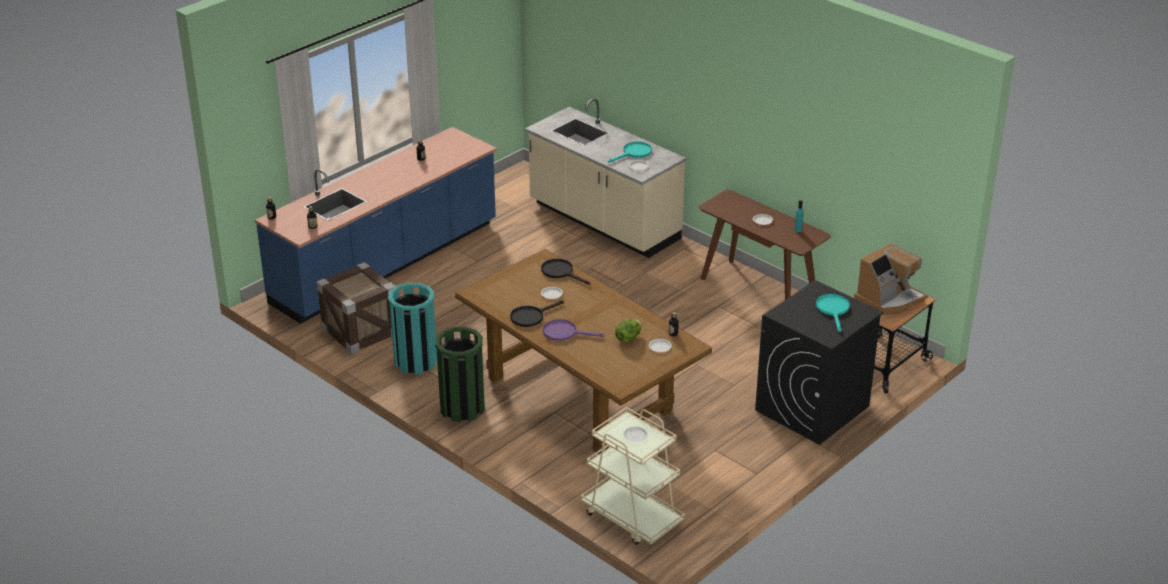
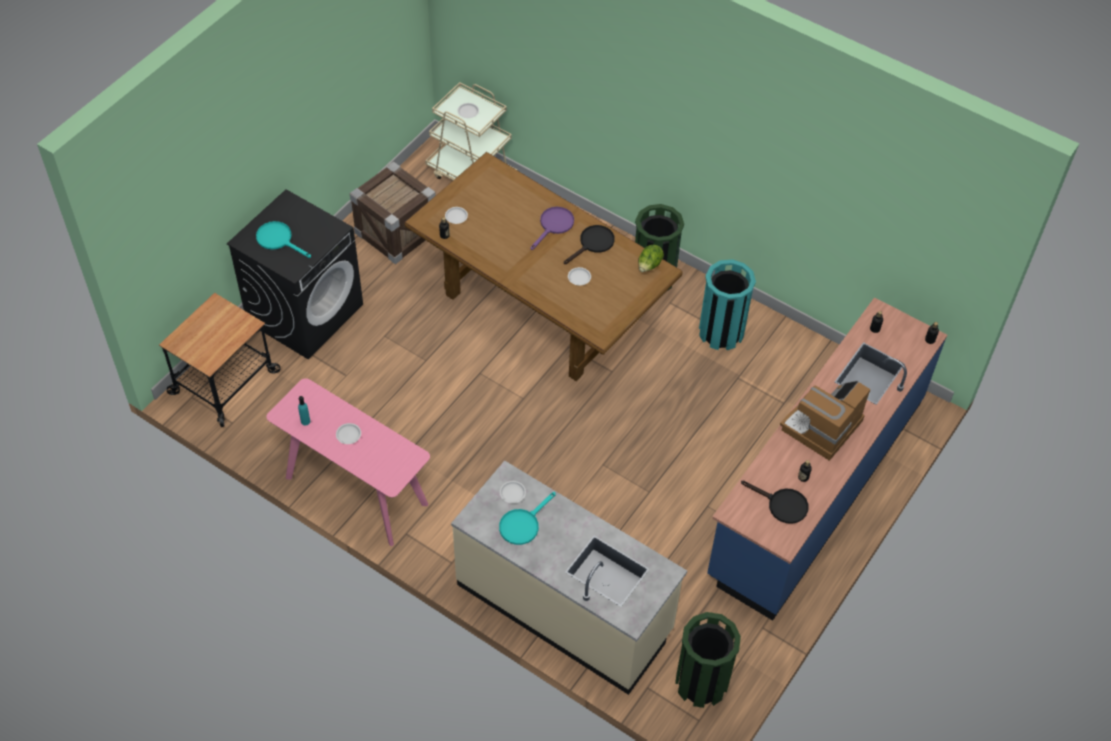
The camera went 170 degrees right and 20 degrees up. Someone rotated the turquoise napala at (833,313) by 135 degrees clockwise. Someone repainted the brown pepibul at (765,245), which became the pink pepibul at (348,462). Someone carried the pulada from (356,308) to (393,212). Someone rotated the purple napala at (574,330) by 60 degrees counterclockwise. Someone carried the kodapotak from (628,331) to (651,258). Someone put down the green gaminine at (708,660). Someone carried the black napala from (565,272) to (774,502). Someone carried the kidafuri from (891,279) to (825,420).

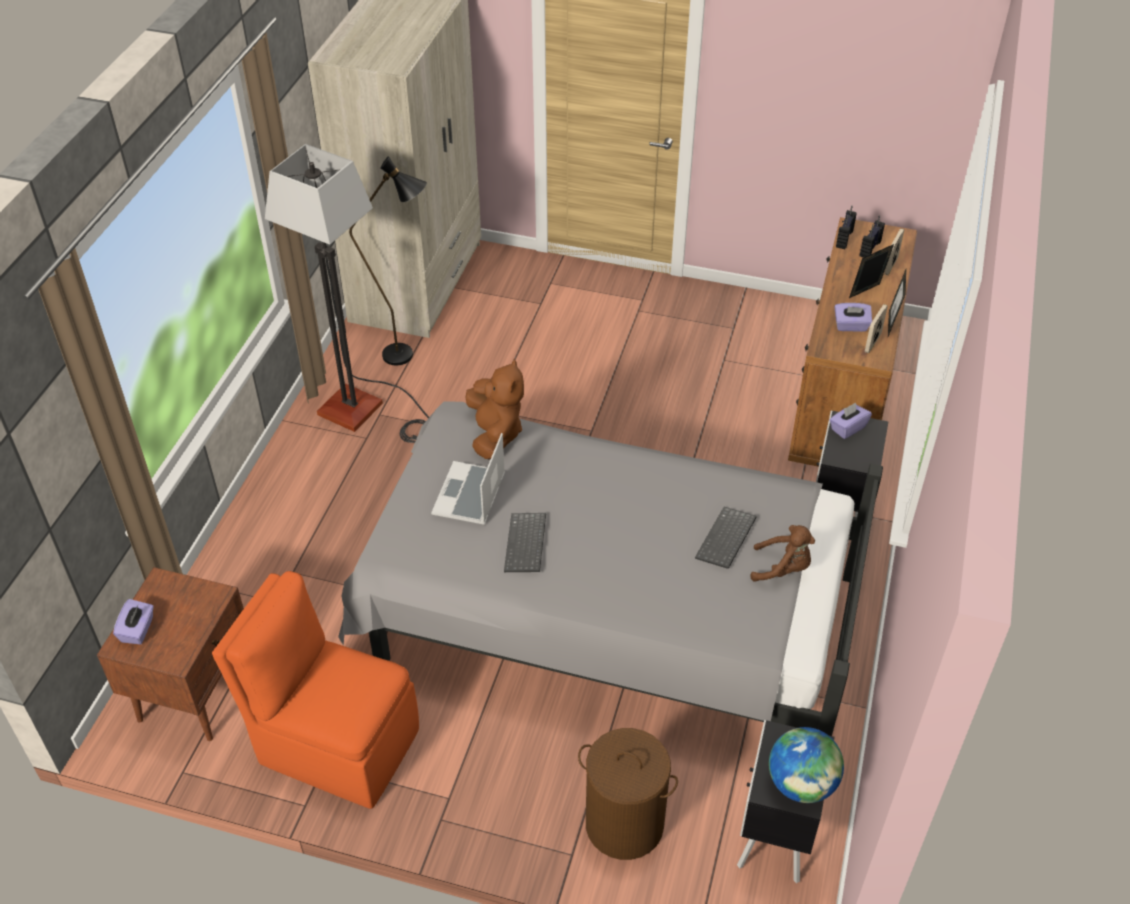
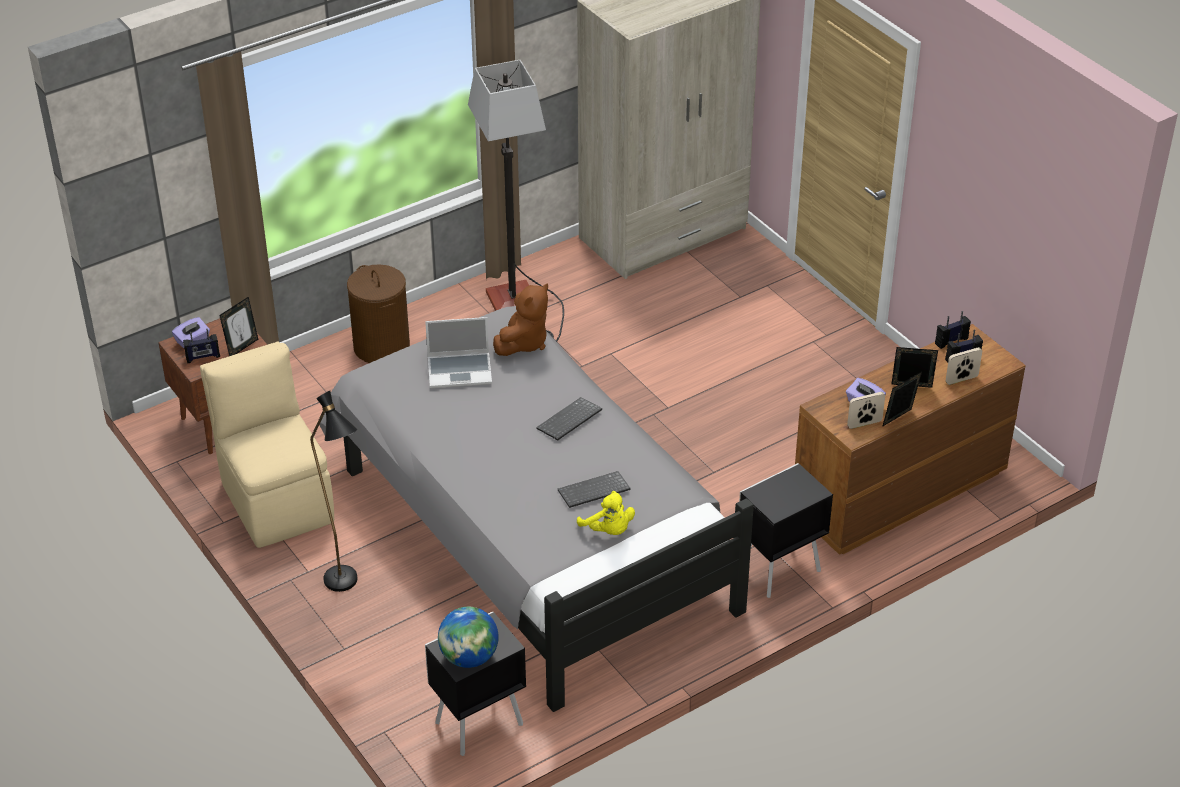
The camera went 40 degrees right and 5 degrees down. Someone put down the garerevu at (201,346). Someone repainted the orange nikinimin at (315,690), which became the beige nikinimin at (267,445). Someone put down the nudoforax at (238,326). Someone carried the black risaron from (388,260) to (333,491). Someone carried the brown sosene from (628,794) to (378,313). Someone rotated the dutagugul at (468,479) by 150 degrees counterclockwise. Someone carried the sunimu from (525,542) to (569,418). Someone repainted the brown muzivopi at (782,553), which became the yellow muzivopi at (606,513). Someone took away the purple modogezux at (851,421).

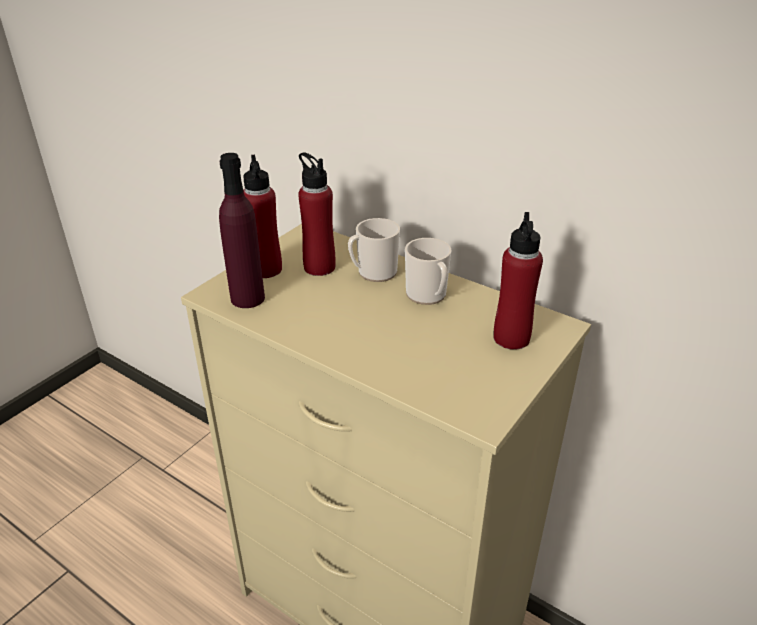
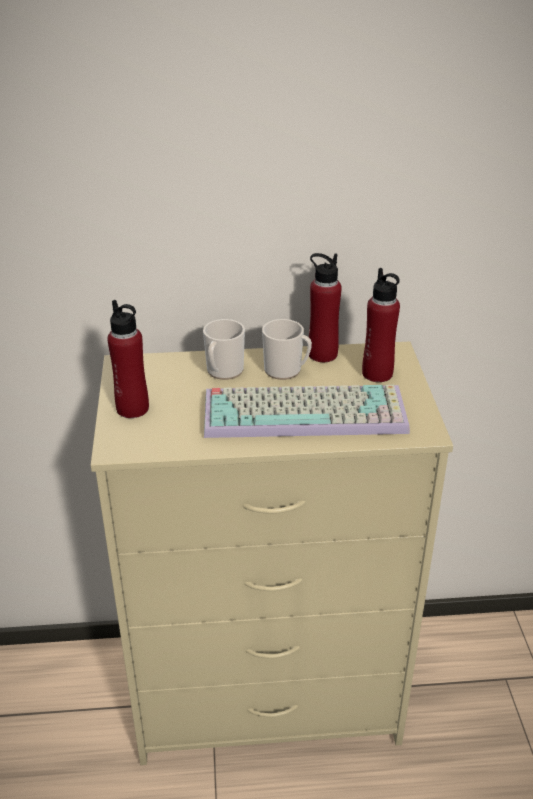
The camera went 40 degrees left and 0 degrees up. Someone put down the sunimu at (307,411). Someone carried the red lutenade from (317,214) to (325,307). Someone took away the purple lutenade at (242,230).

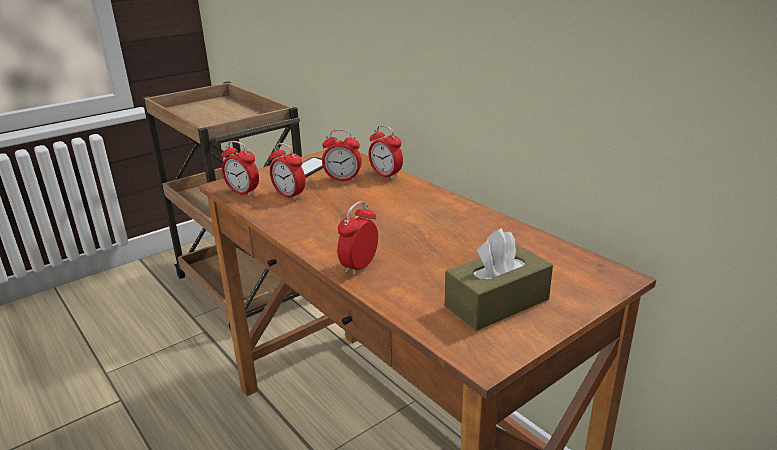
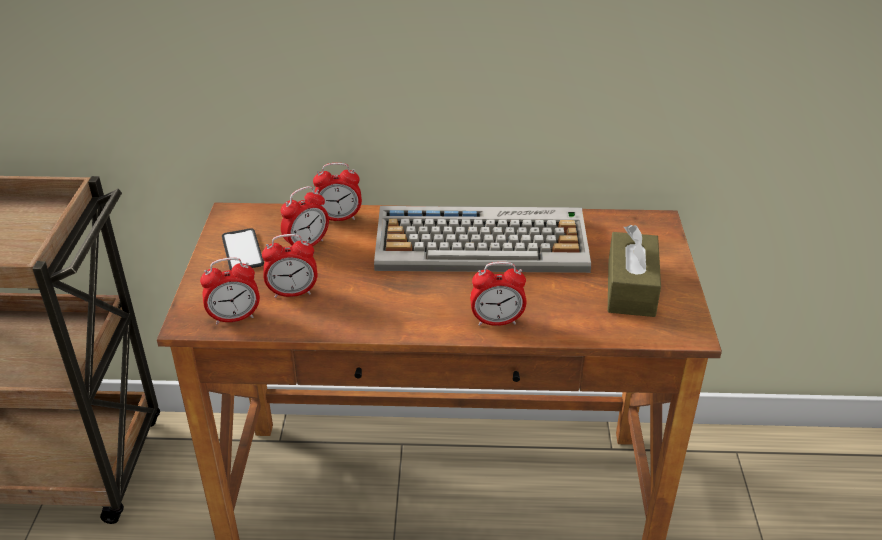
The camera went 50 degrees left and 10 degrees up. Someone put down the sunimu at (482,239). Someone rotated the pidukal at (357,238) by 75 degrees counterclockwise.

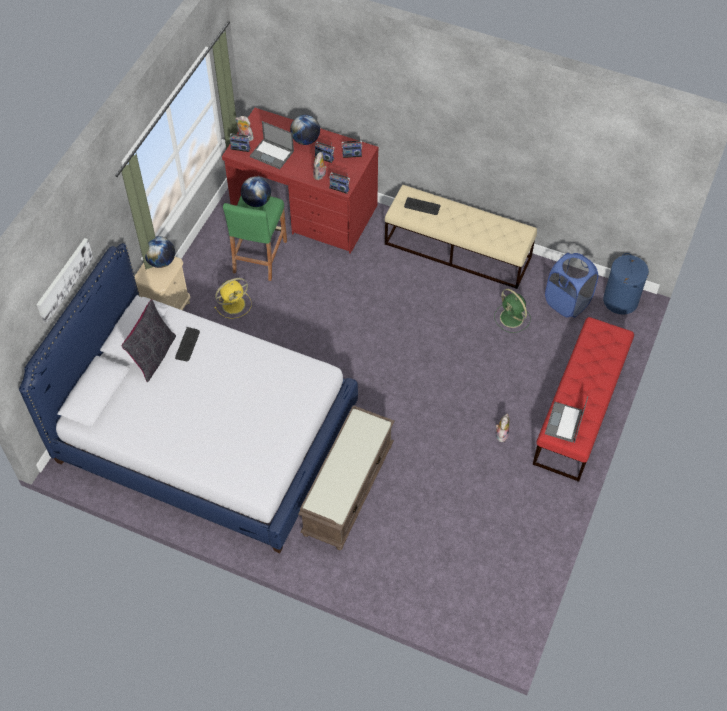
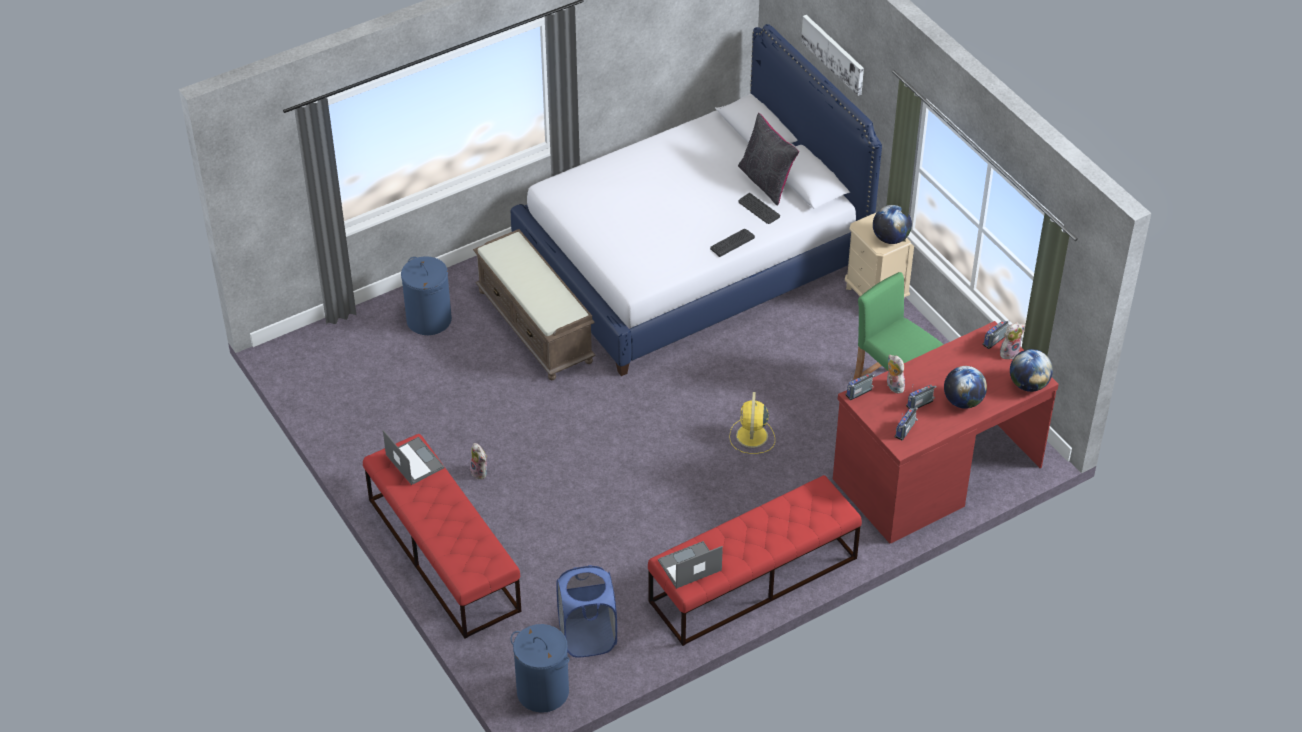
The camera went 125 degrees right and 10 degrees down. Someone put down the blue sosene at (426,295). Someone repainted the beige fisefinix at (460,237), which became the red fisefinix at (755,560). Someone carried the dutagugul from (272,145) to (690,565). Someone carried the sunimu from (422,206) to (732,243). Someone carried the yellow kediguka from (233,298) to (752,423). Someone carried the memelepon from (256,192) to (1031,370). Someone took away the green kediguka at (512,311).

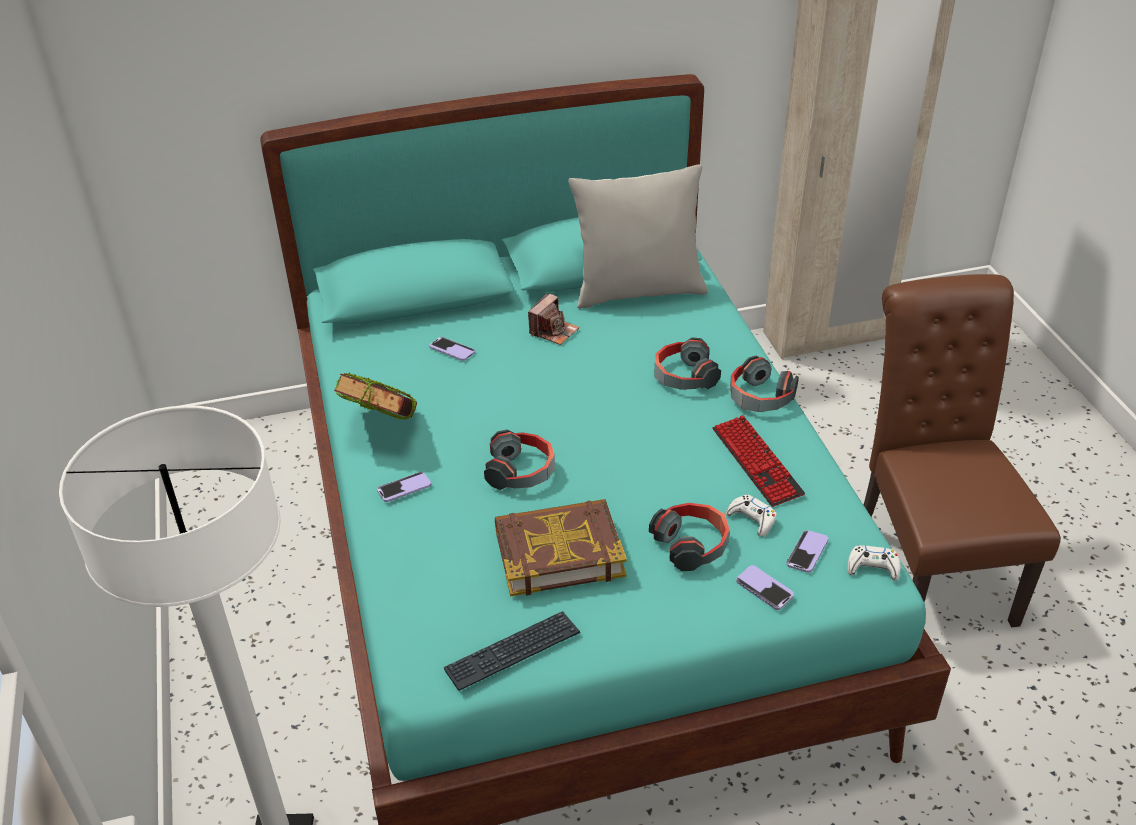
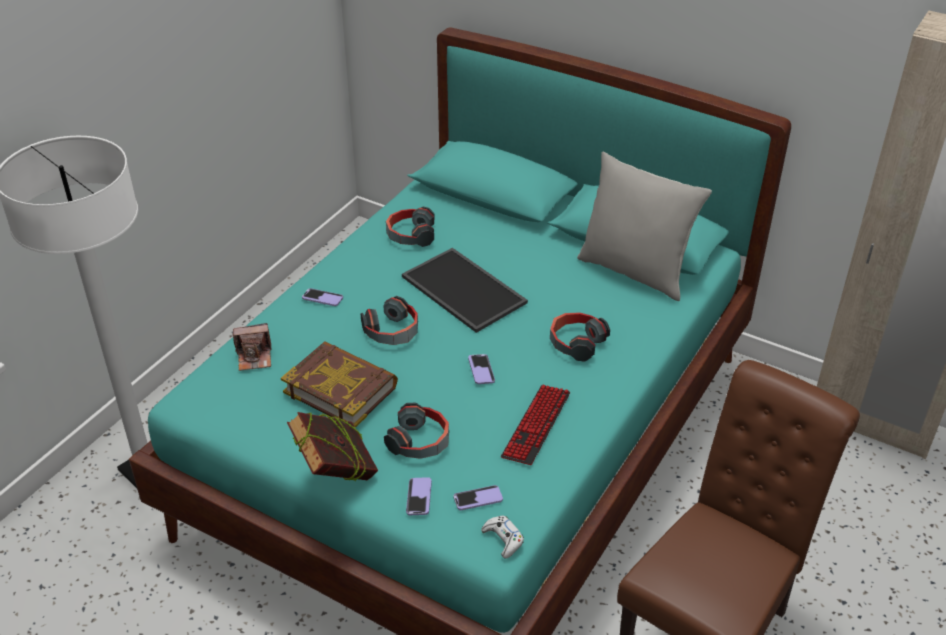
The camera went 45 degrees right and 0 degrees up. Someone carried the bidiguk from (554,319) to (251,347). Someone carried the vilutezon from (375,396) to (332,446). Someone carried the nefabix from (764,383) to (410,227). Someone put down the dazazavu at (465,290). Someone carried the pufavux from (452,349) to (481,369). Someone took away the sunimu at (512,651). Someone took away the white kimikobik at (751,516).

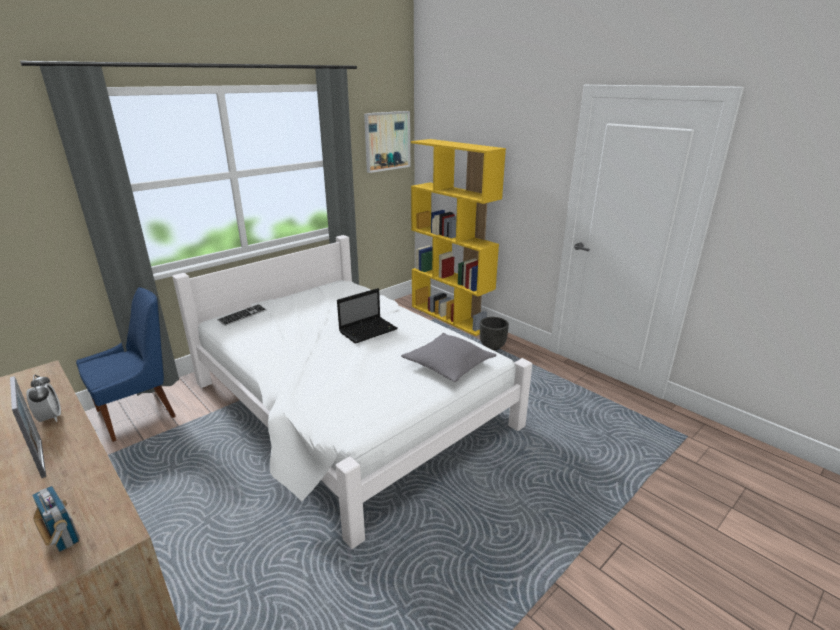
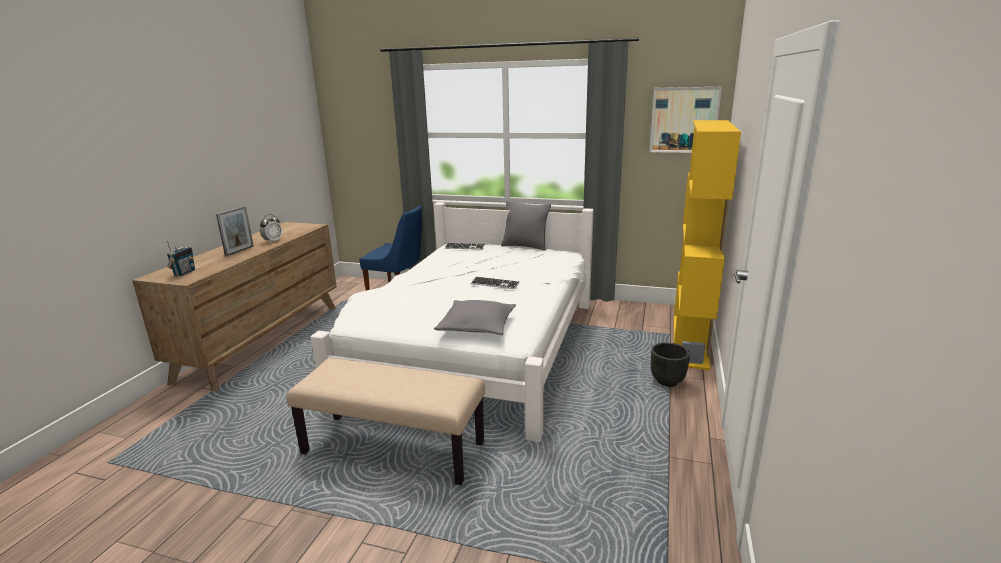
The camera went 60 degrees right and 5 degrees down. Someone put down the beige fisefinix at (386,421). Someone swapped the dutagugul at (367,316) for the sunimu at (495,282). Someone put down the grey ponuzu at (526,226).

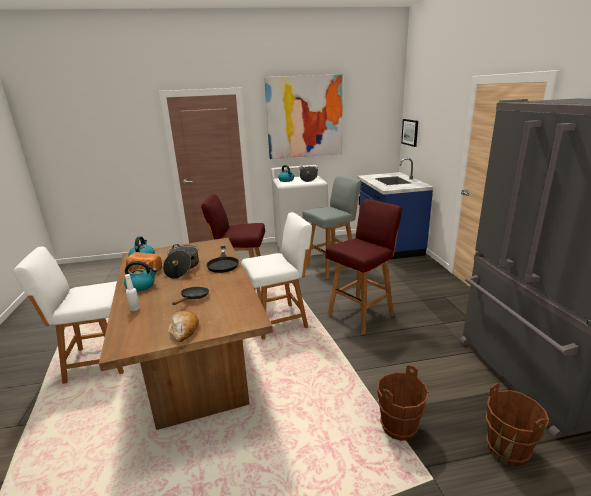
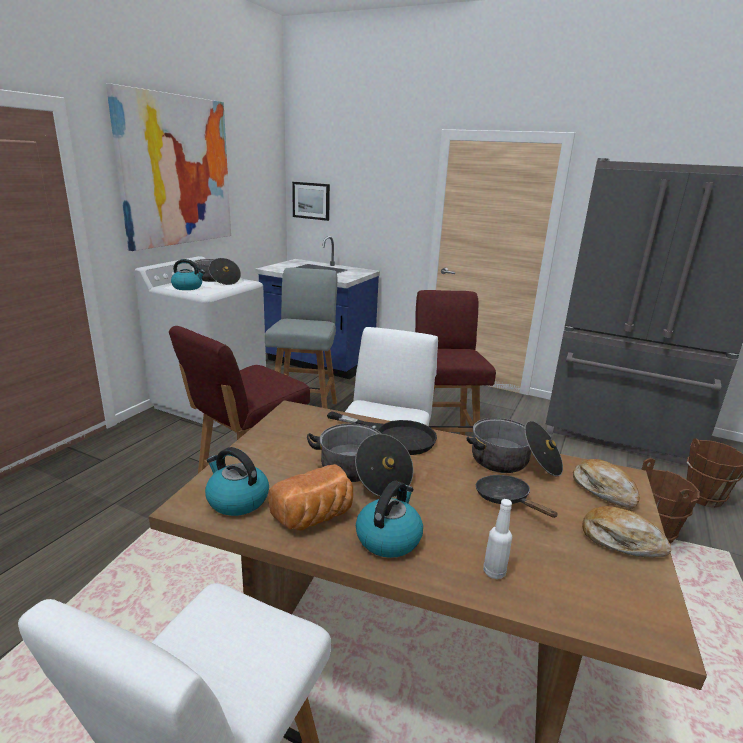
The camera went 55 degrees left and 0 degrees up. Someone put down the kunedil at (514,447). Someone put down the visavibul at (606,484).

